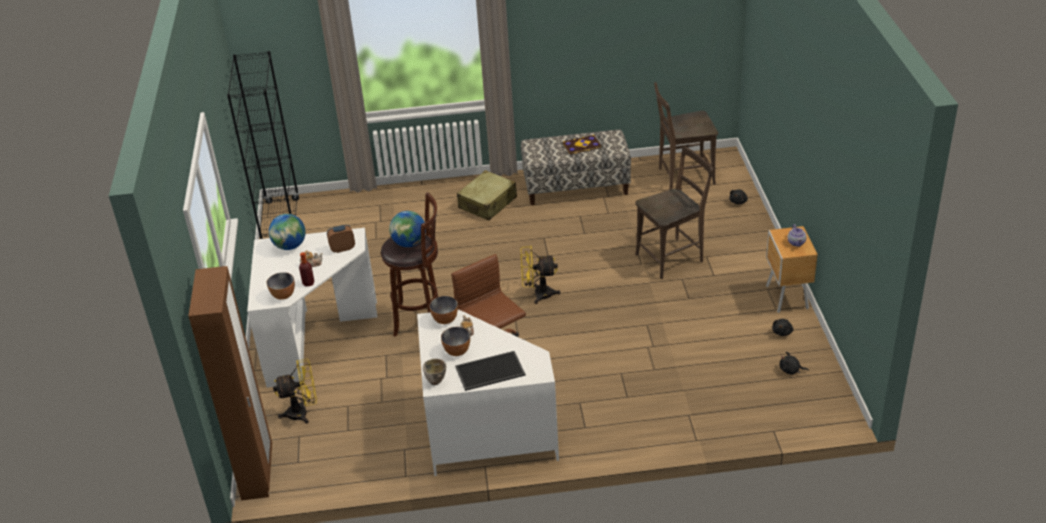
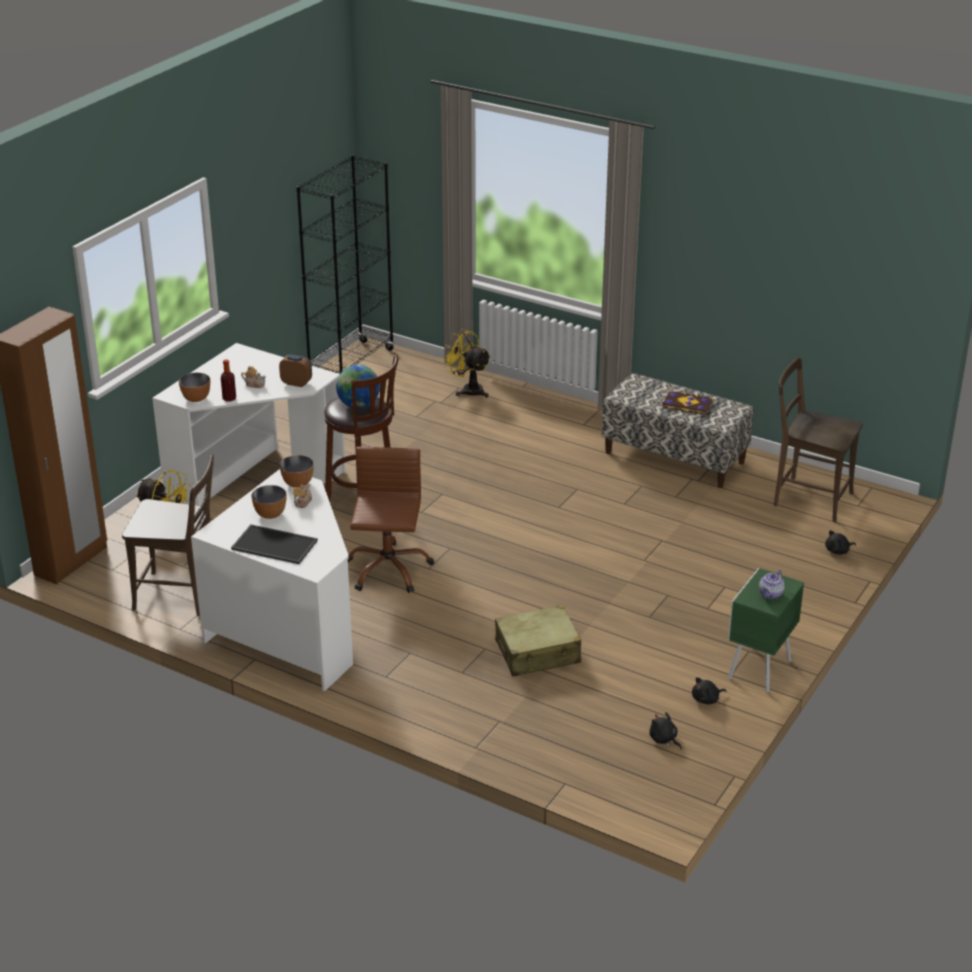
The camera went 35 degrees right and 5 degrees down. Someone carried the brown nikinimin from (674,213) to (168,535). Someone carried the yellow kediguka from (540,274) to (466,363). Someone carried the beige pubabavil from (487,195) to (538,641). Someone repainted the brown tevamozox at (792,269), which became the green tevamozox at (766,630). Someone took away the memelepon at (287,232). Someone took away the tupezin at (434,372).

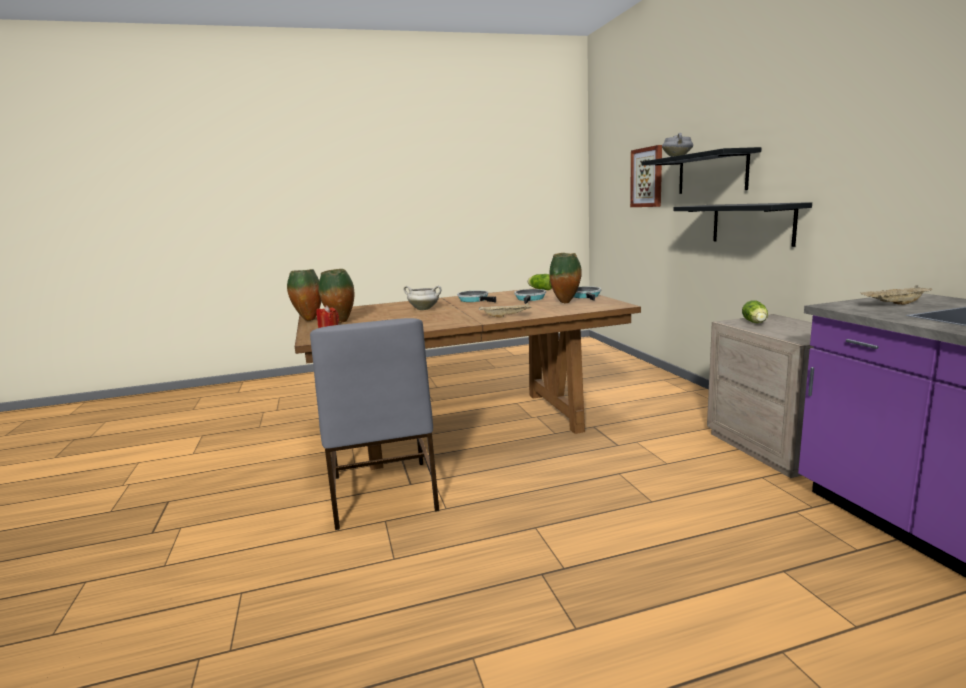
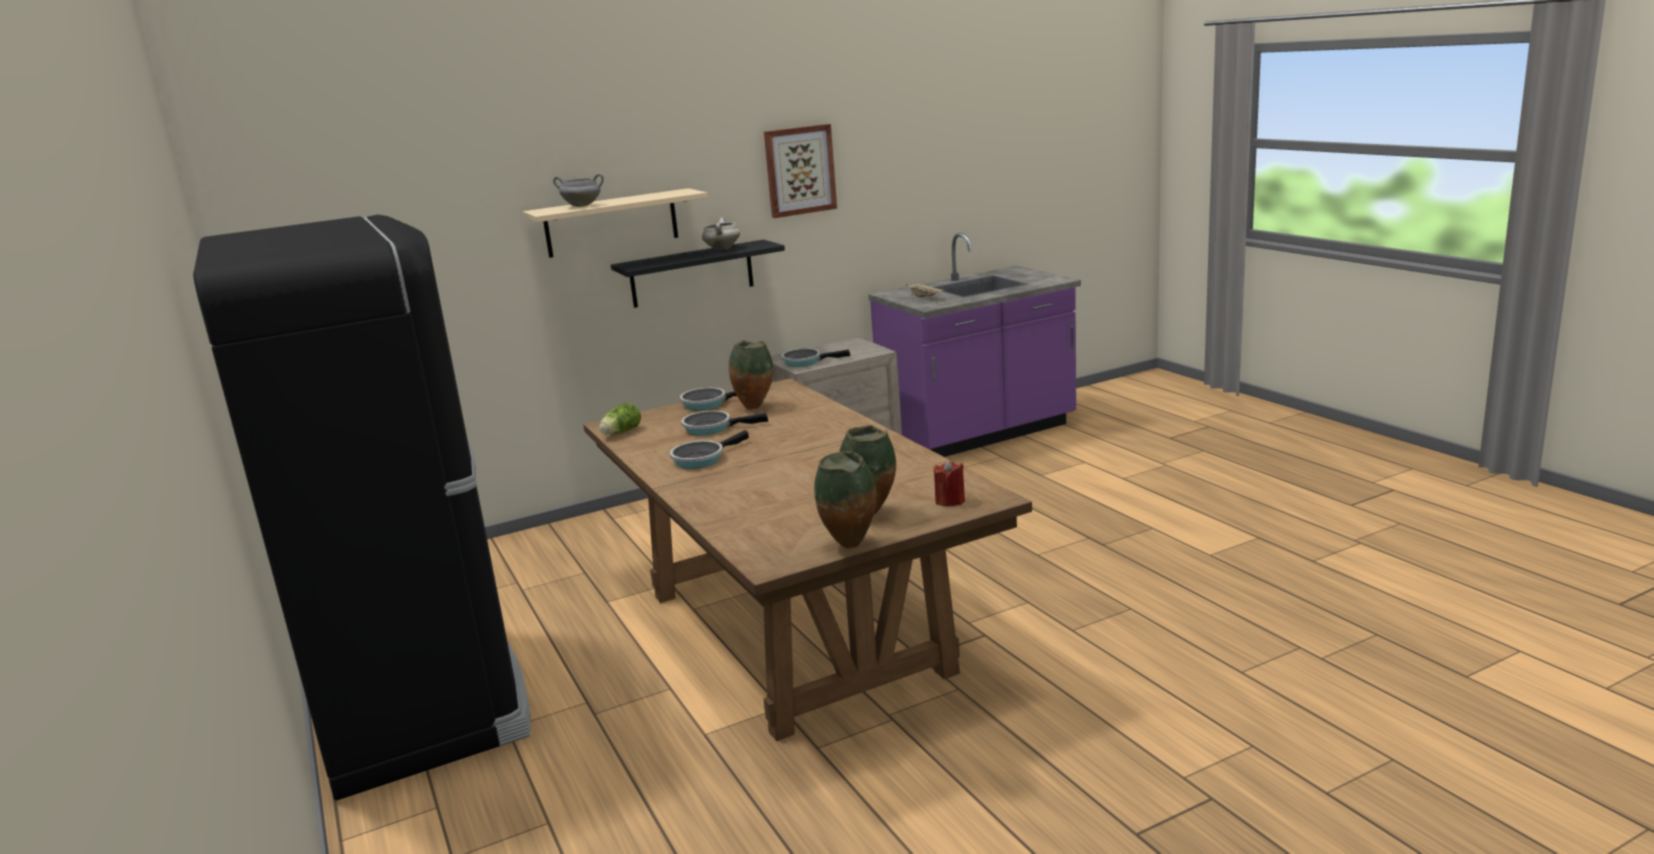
The camera went 100 degrees left and 5 degrees up. Someone put down the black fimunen at (362,507). Someone repainted the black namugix at (702,170), which became the beige namugix at (615,223). Someone carried the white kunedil from (422,298) to (721,234). Someone carried the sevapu from (646,176) to (800,171). Someone swapped the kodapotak at (755,311) for the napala at (816,358). Someone took away the grey nikinimin at (374,424). Someone took away the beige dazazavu at (505,310).

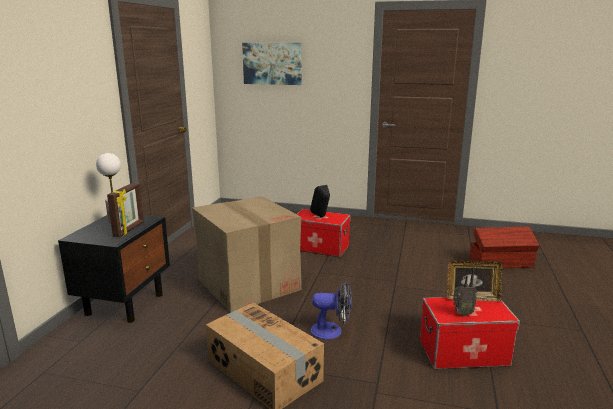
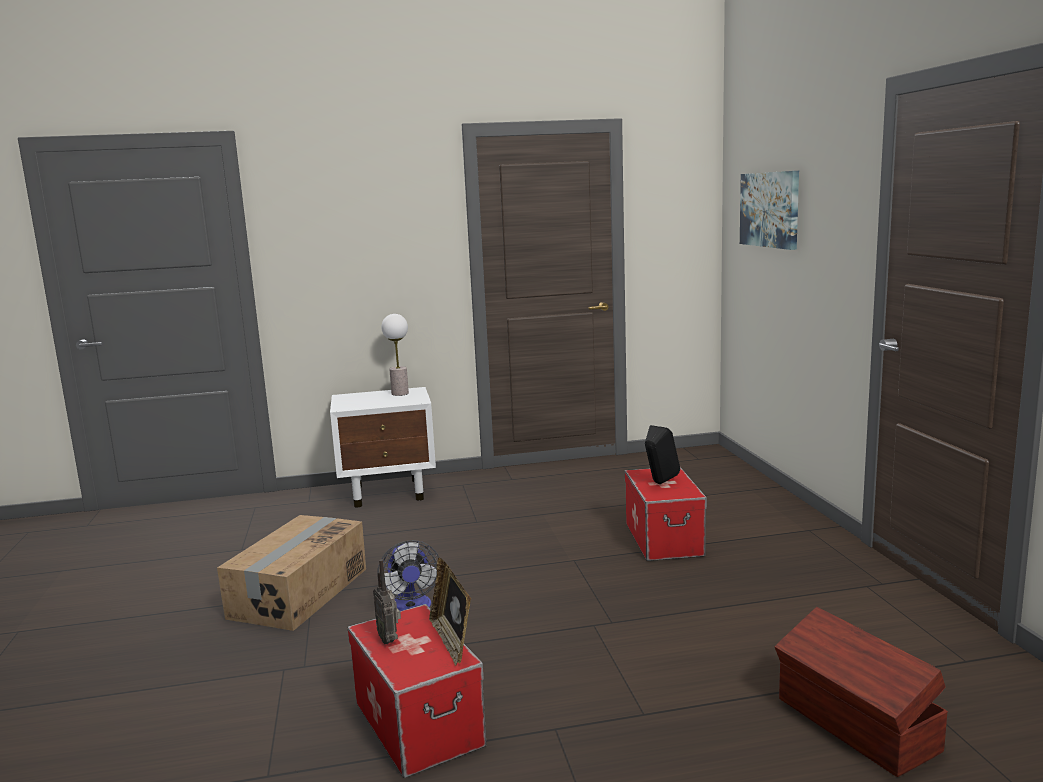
The camera went 65 degrees right and 5 degrees down. Someone repainted the black tevamozox at (114,269), which became the white tevamozox at (383,447). Someone took away the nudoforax at (125,210). Someone took away the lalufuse at (247,254).

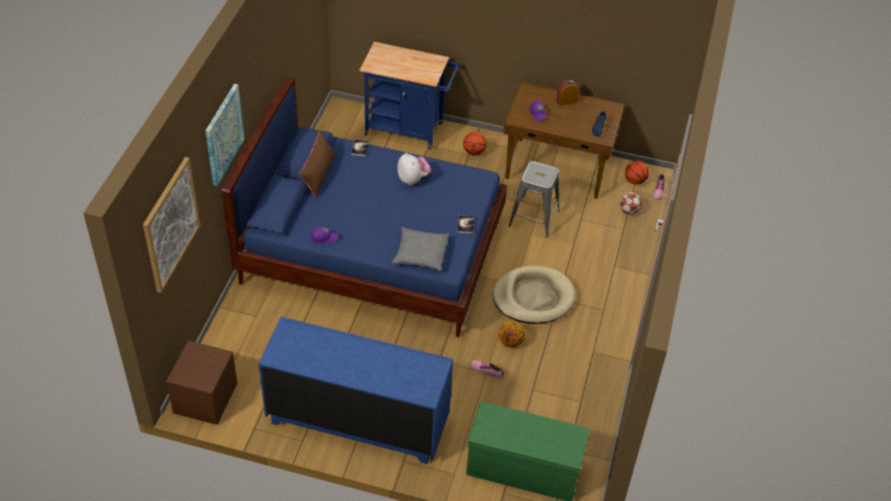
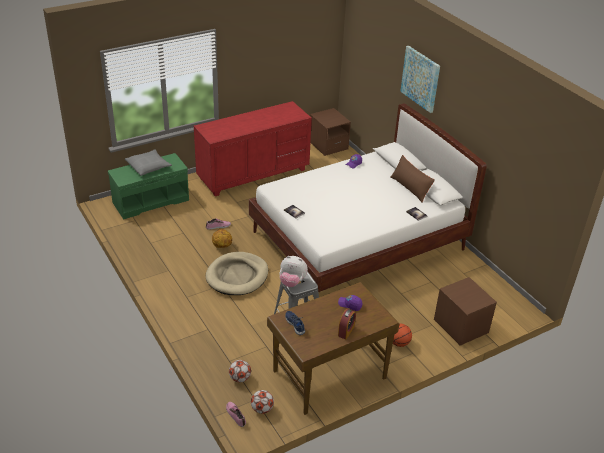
The camera went 135 degrees right and 10 degrees down. Someone carried the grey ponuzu from (420,249) to (148,162). Someone repainted the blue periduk at (355,390), which became the red periduk at (253,148). Someone repainted the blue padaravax at (364,207), which became the white padaravax at (368,197). Someone swapped the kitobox at (637,173) for the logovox at (262,402). Someone carried the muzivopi from (414,169) to (293,271). Someone swapped the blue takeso at (410,95) for the brown tevamozox at (465,311). Someone took away the sevapu at (171,225).

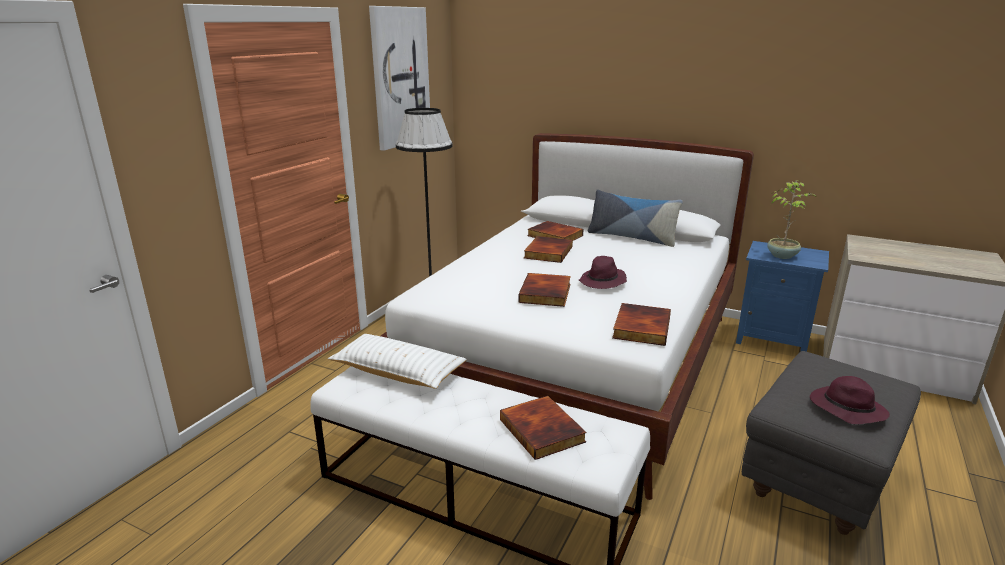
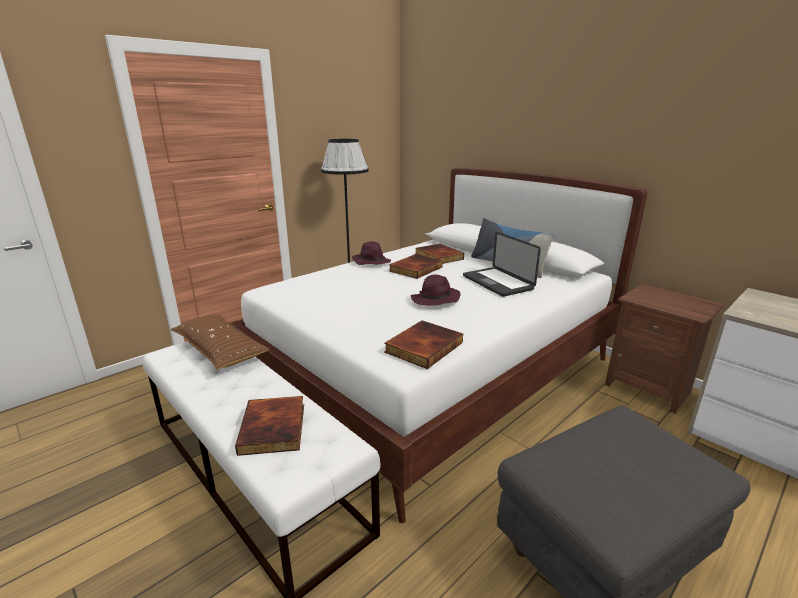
The camera went 20 degrees right and 0 degrees up. Someone repainted the white ponuzu at (397,361), which became the brown ponuzu at (220,342). Someone carried the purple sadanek from (850,400) to (371,253). Someone put down the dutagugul at (502,264). Someone repainted the blue tevamozox at (782,296), which became the brown tevamozox at (664,349). Someone took away the sevapu at (399,78). Someone took away the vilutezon at (544,290). Someone took away the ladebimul at (791,219).

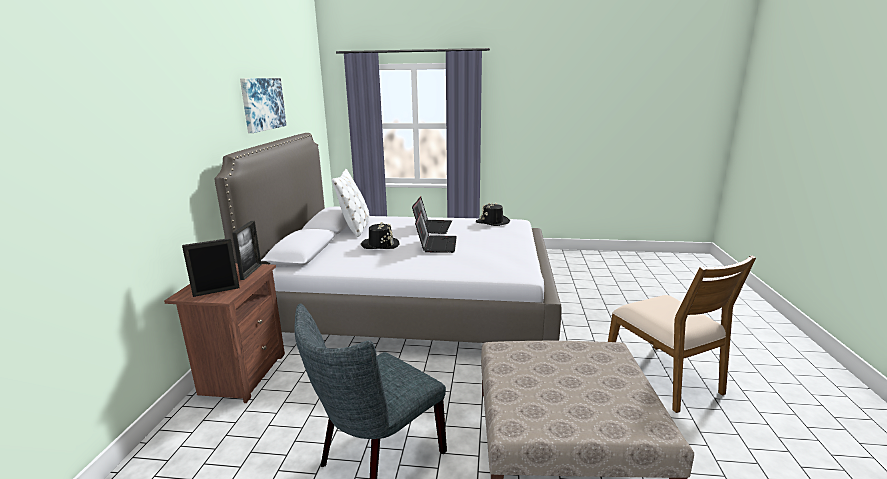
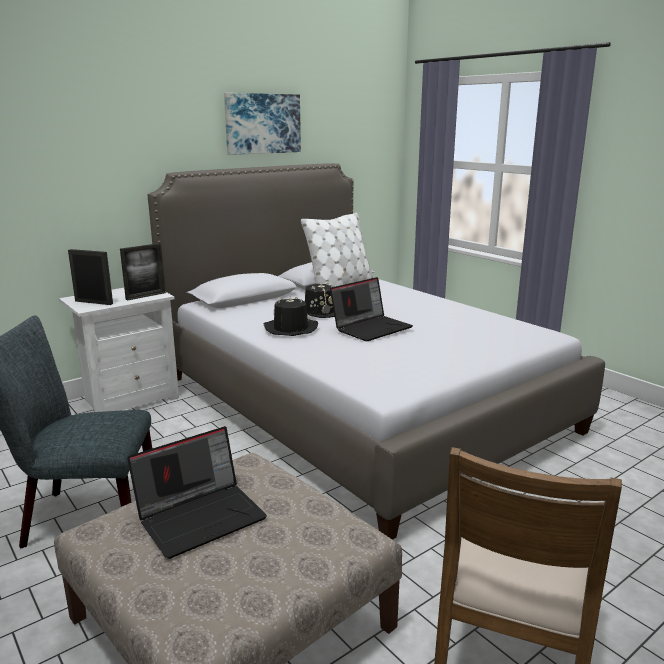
The camera went 45 degrees right and 0 degrees up. Someone repainted the brown tevamozox at (224,333), which became the white tevamozox at (119,350). Someone carried the dutagugul from (432,215) to (197,492). Someone carried the black sadanek from (493,214) to (291,316).

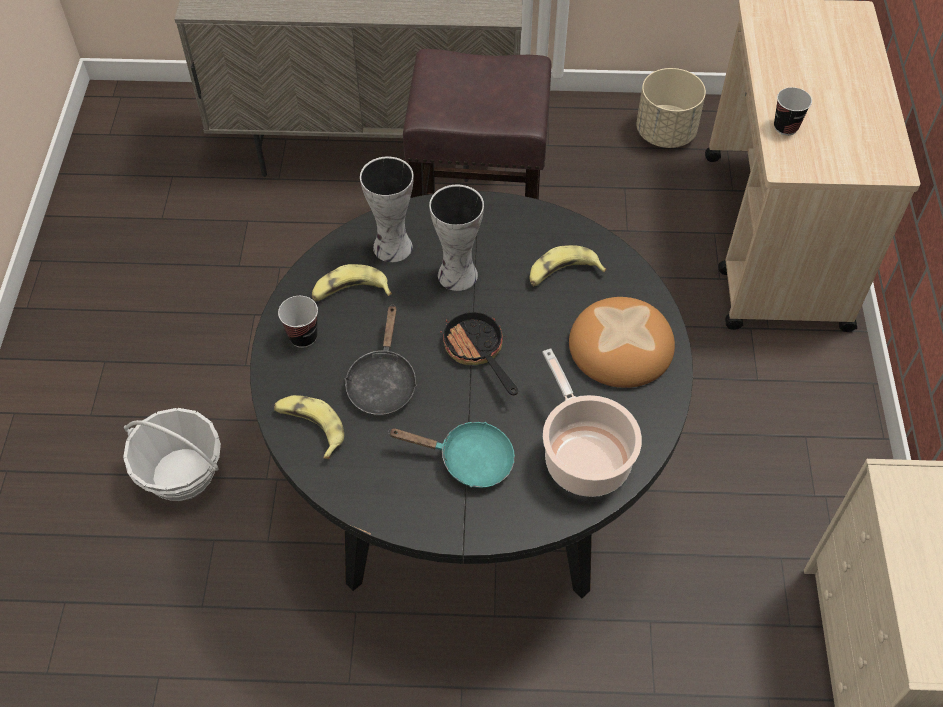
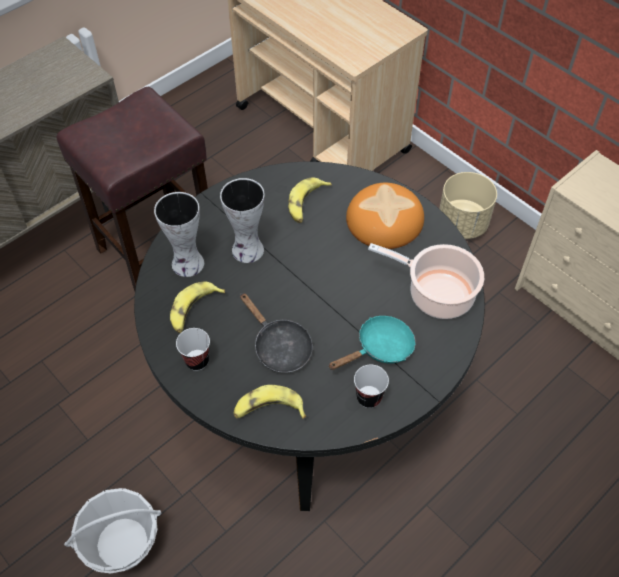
The camera went 45 degrees left and 0 degrees up. Someone carried the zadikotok from (793,111) to (371,386). Someone carried the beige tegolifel from (671,108) to (468,205). Someone took away the napala at (479,353).

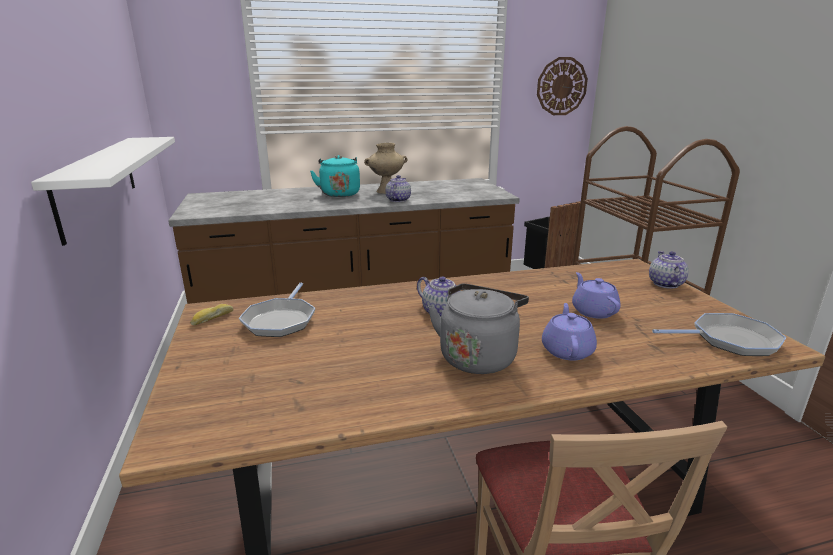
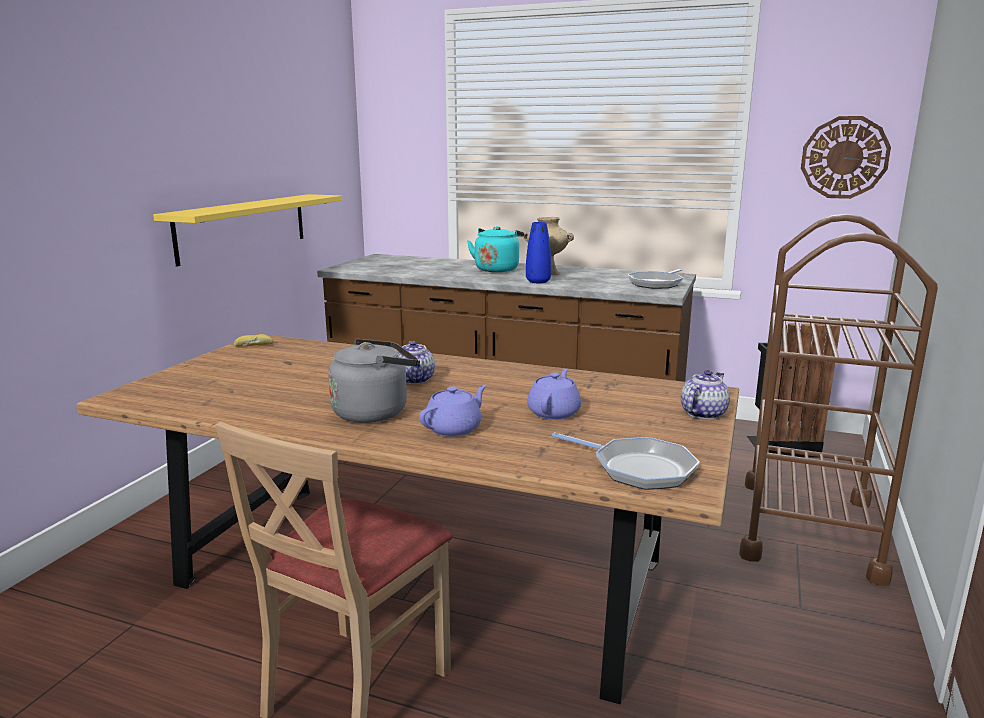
The camera went 35 degrees right and 5 degrees down. Someone repainted the white namugix at (103,191), which became the yellow namugix at (247,230). Someone swapped the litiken at (398,188) for the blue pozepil at (538,252). Someone carried the napala from (277,310) to (655,279).

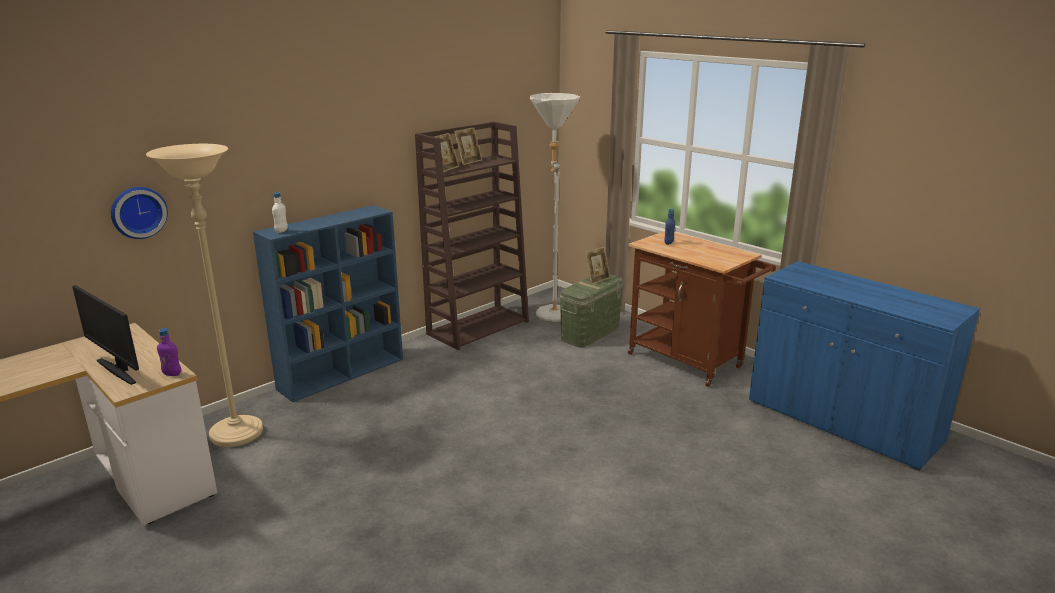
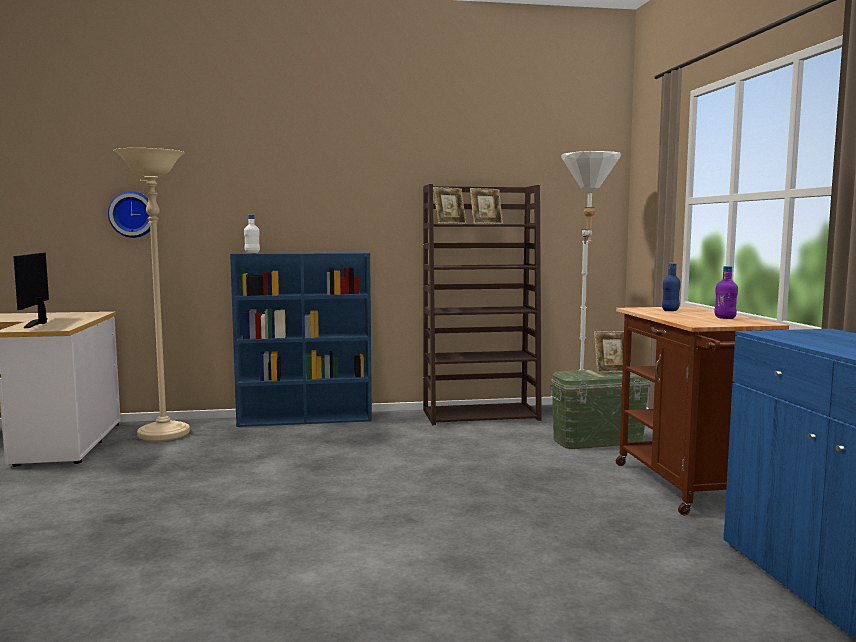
The camera went 35 degrees right and 15 degrees down. Someone carried the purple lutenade from (169,352) to (726,292).

